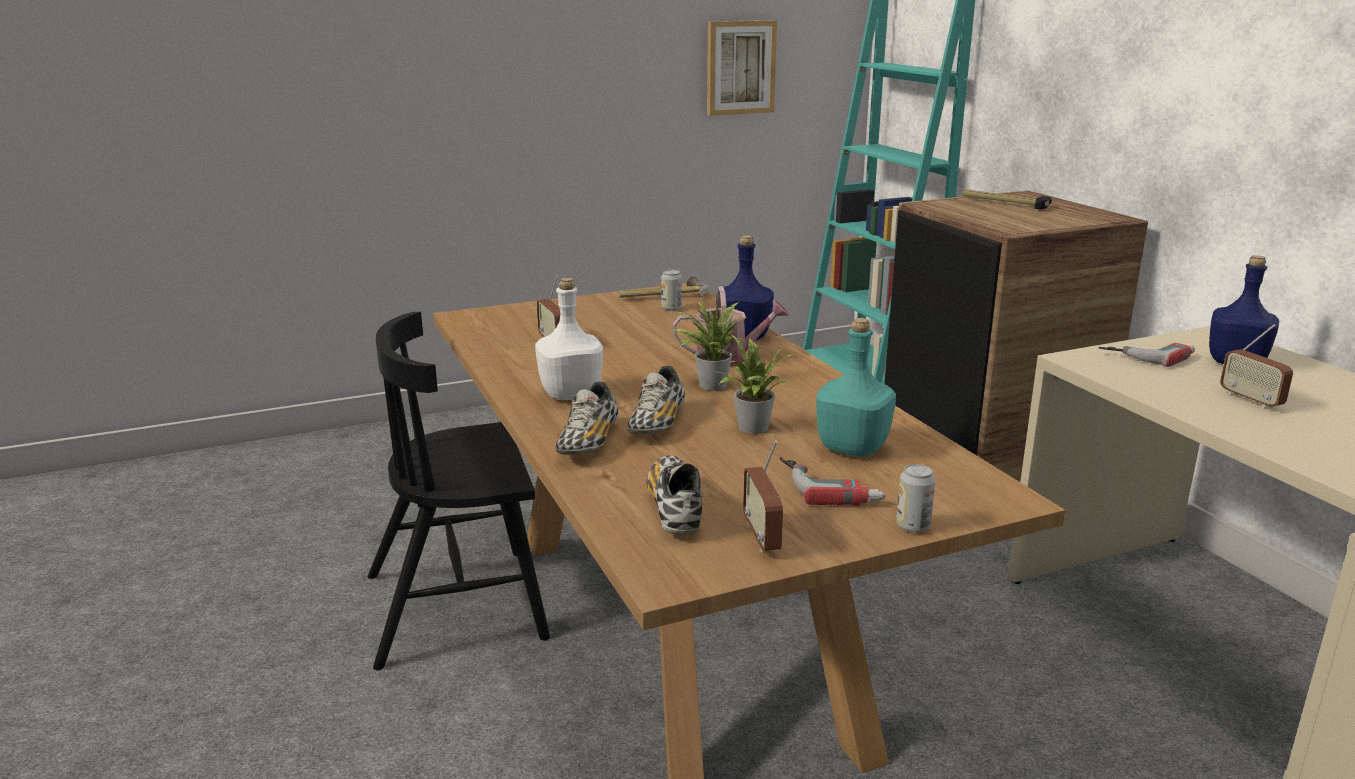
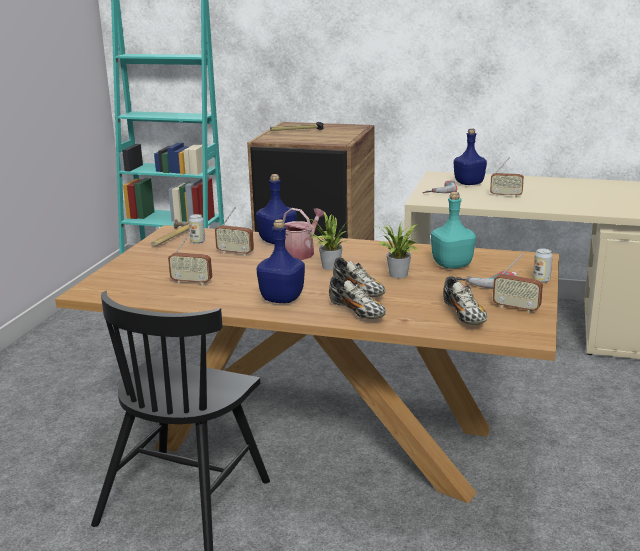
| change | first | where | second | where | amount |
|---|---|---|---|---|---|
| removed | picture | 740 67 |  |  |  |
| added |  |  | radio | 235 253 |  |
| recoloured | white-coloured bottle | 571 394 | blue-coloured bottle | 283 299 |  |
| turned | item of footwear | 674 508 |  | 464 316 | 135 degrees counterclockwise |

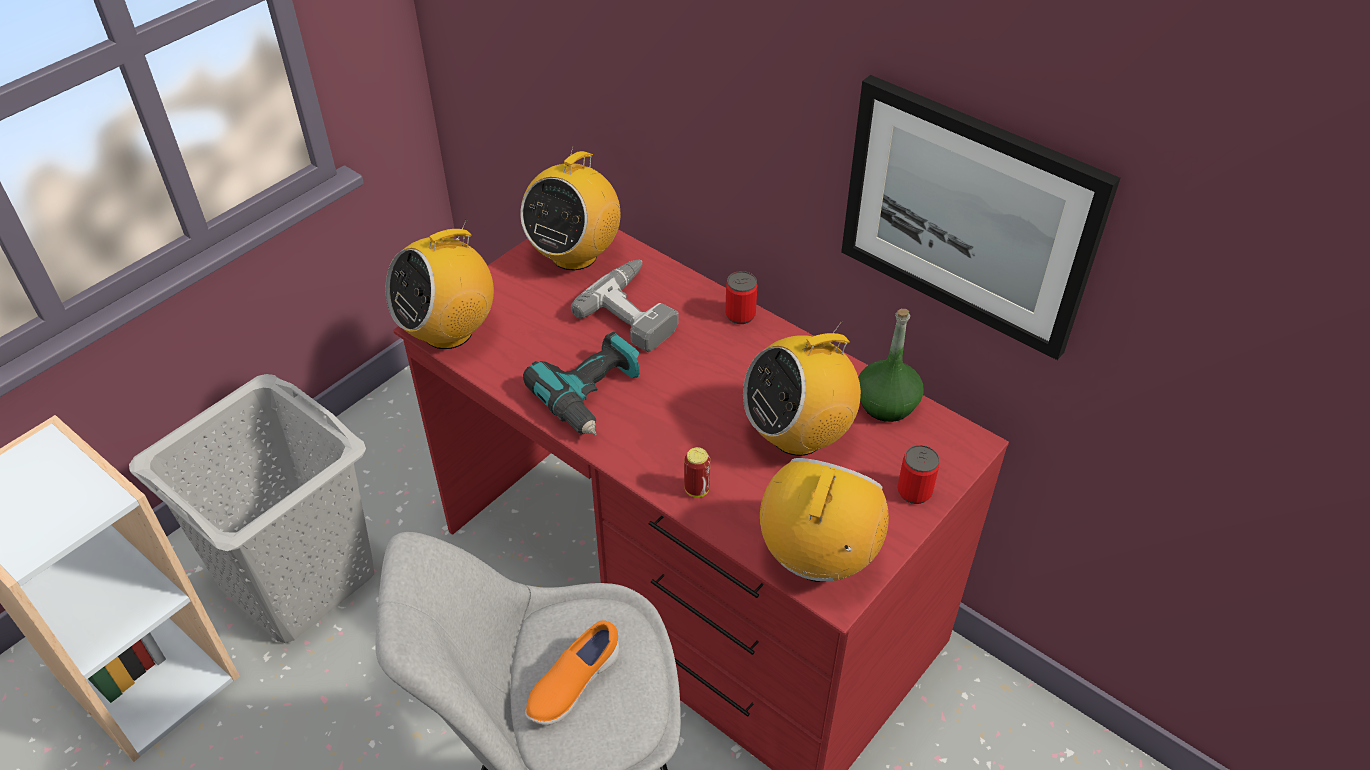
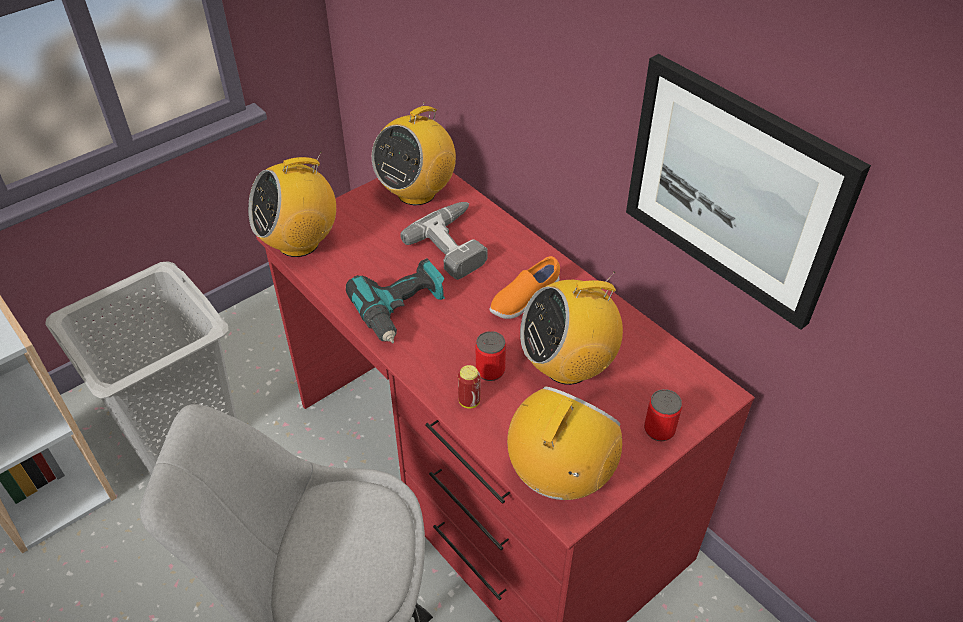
| change | first | where | second | where | amount |
|---|---|---|---|---|---|
| removed | green bottle | 886 404 |  |  |  |
| moved | orange-coloured item of footwear | 572 685 |  | 523 300 |  |
| moved | can | 740 315 |  | 490 371 |  |

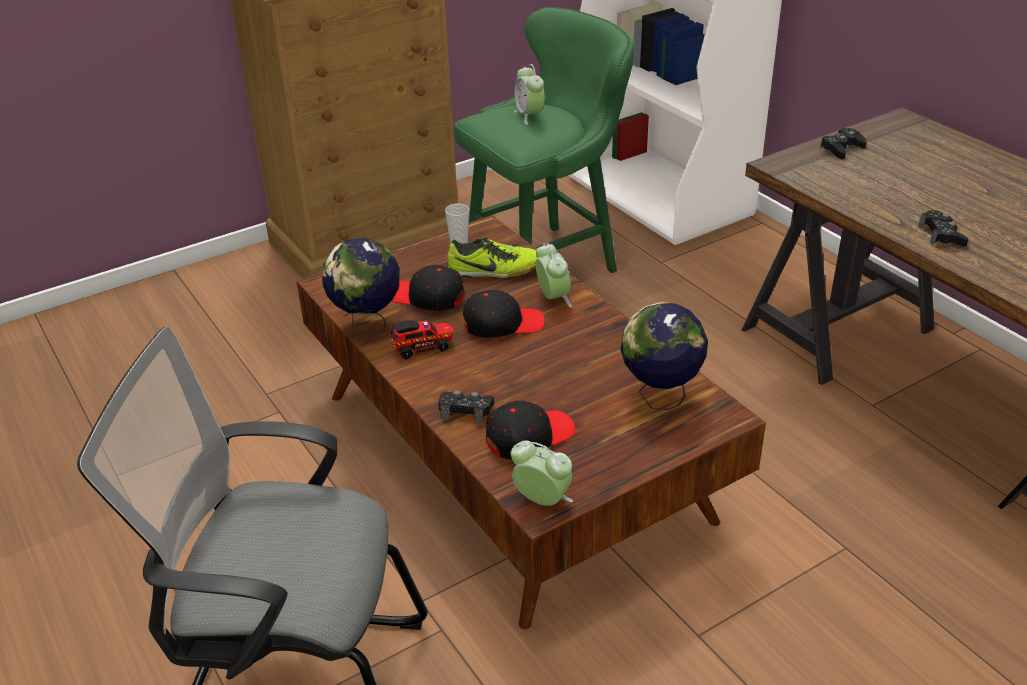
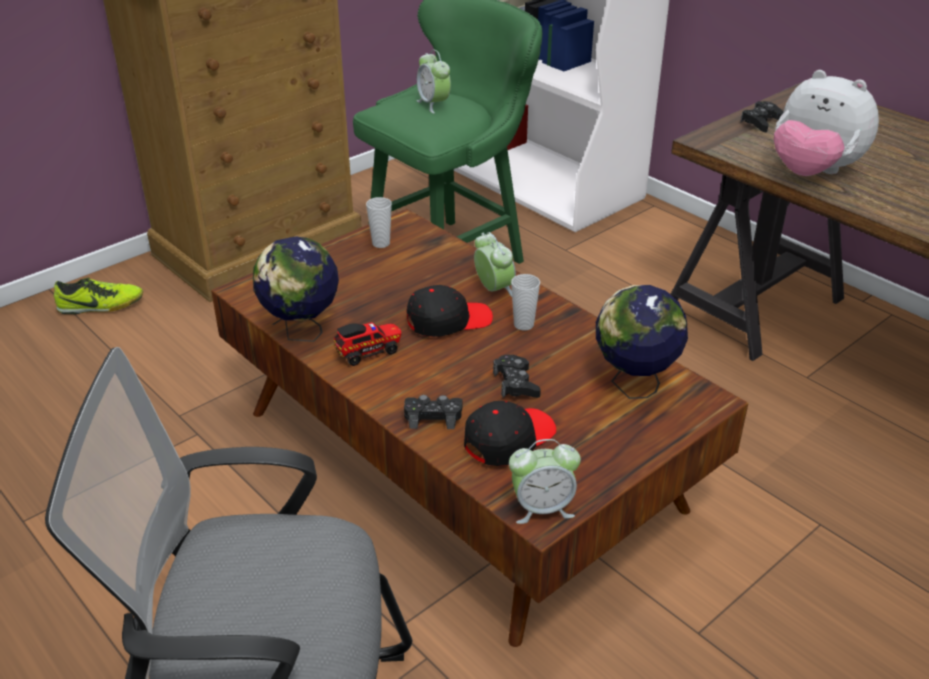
| change | first | where | second | where | amount |
|---|---|---|---|---|---|
| removed | blackish cap | 427 297 |  |  |  |
| added |  |  | small cup | 523 325 |  |
| added |  |  | cuddly toy | 813 172 |  |
| moved | item of footwear | 495 271 |  | 101 306 |  |
| moved | blackish game controller | 941 235 |  | 516 383 |  |
| turned | table clock | 542 501 |  | 542 508 | 150 degrees clockwise |

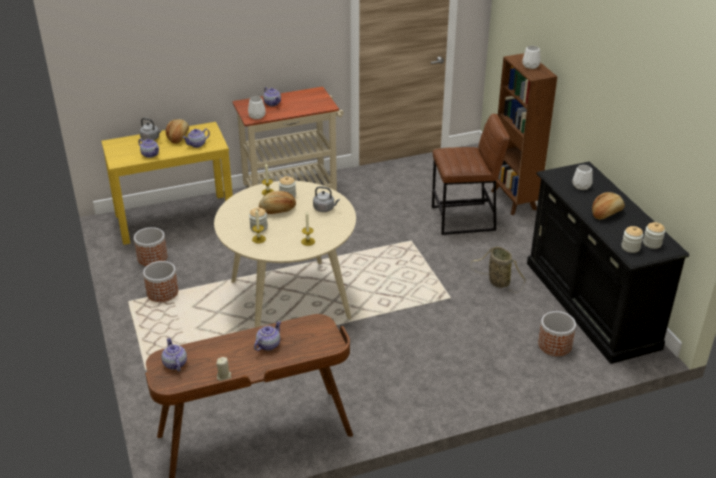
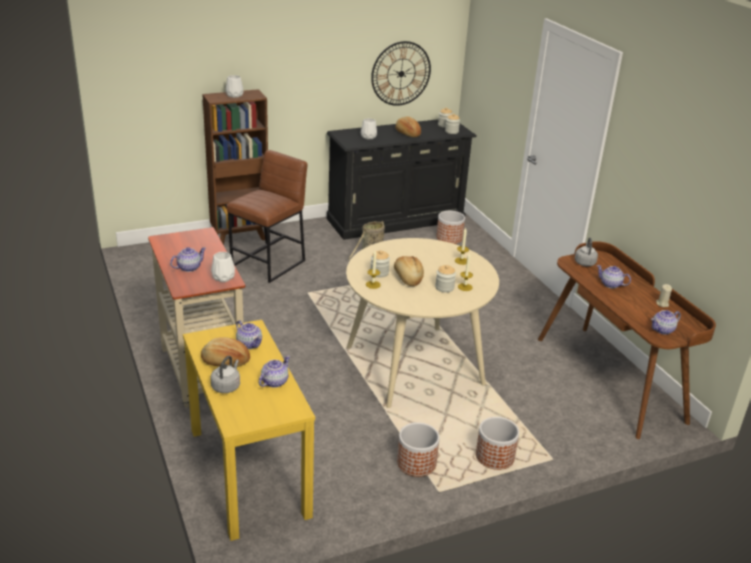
| change | first | where | second | where | amount |
|---|---|---|---|---|---|
| added |  |  | hanging clock | 401 73 |  |
| moved | flower pot | 152 257 |  | 494 457 |  |
| moved | gray tea kettle | 325 208 |  | 584 262 |  |
| turned | brown-coloured upright chair | 464 218 |  | 269 263 | 45 degrees clockwise |

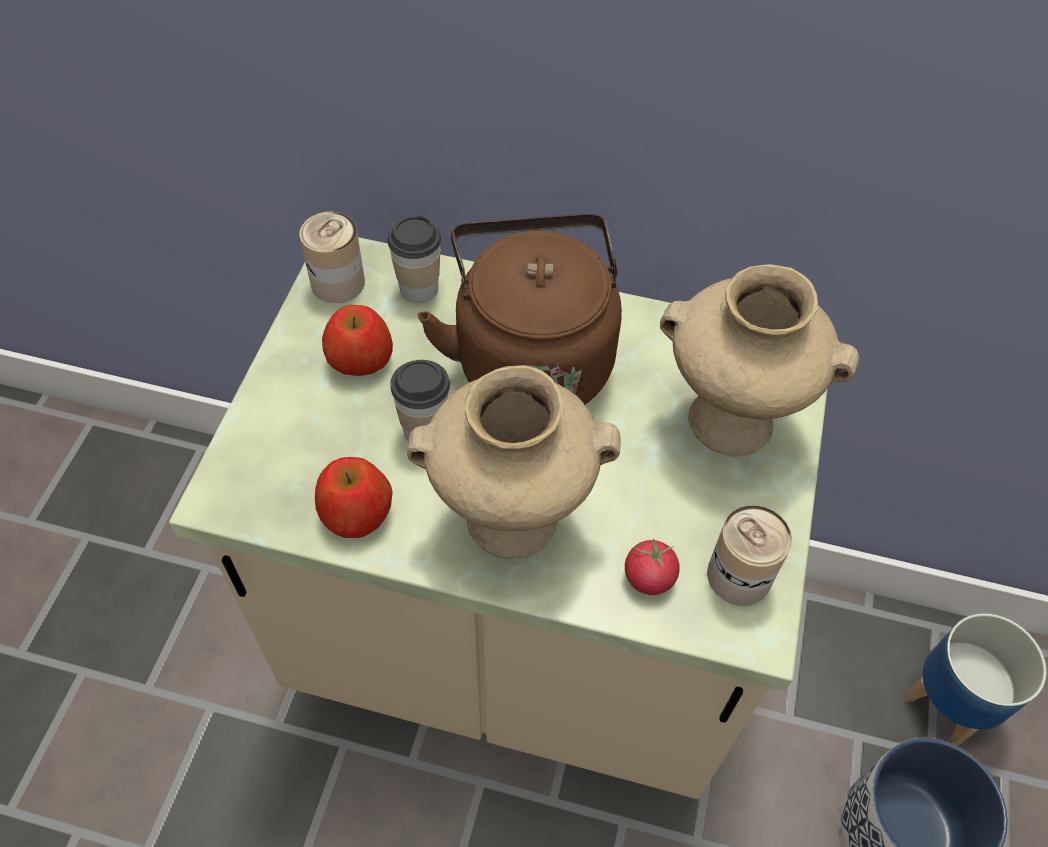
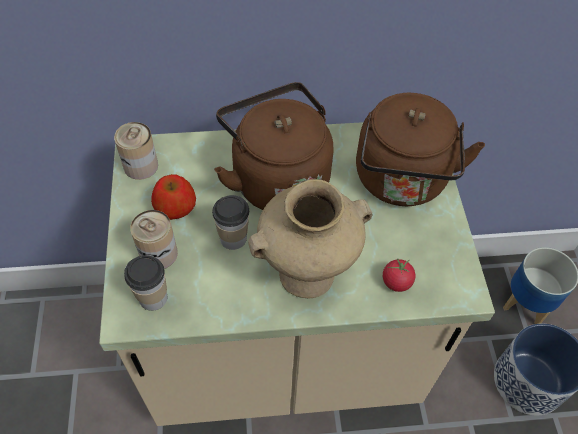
| change | first | where | second | where | amount |
|---|---|---|---|---|---|
| removed | apple fruit | 356 512 |  |  |  |
| moved | small cup | 419 288 |  | 153 298 |  |
| moved | can | 739 575 |  | 158 253 |  |
| replaced | beige flower vase | 728 423 | brown-coloured tea kettle | 401 182 |  |

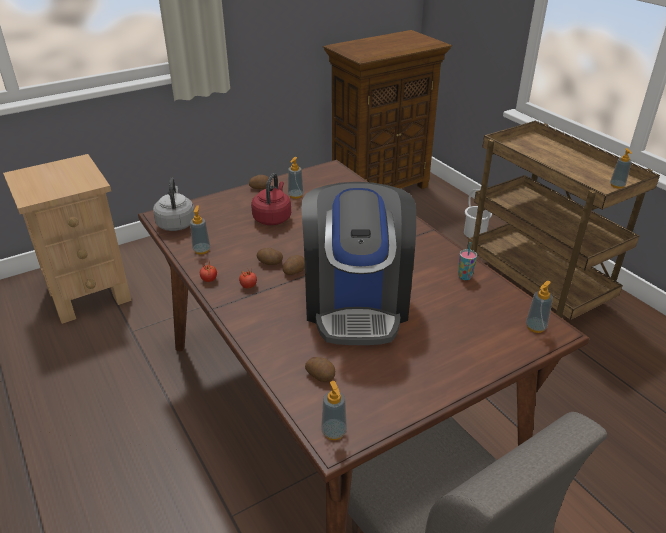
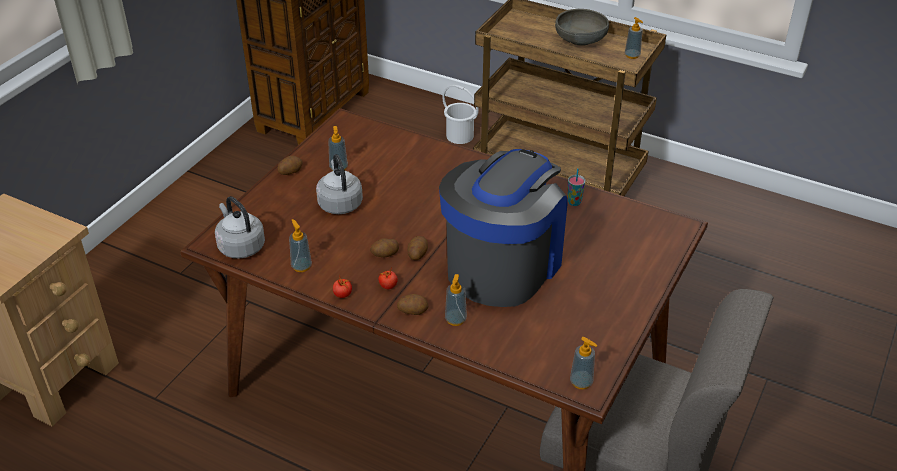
| change | first | where | second | where | amount |
|---|---|---|---|---|---|
| added |  |  | gray bowl | 580 40 |  |
| moved | whole potato | 321 375 |  | 413 310 |  |
| moved | soap bottle | 535 327 |  | 455 319 |  |
| recoloured | red tea kettle | 273 218 | gray tea kettle | 339 203 |  |
| turned | coffee brewer | 357 303 |  | 503 264 | 120 degrees counterclockwise |

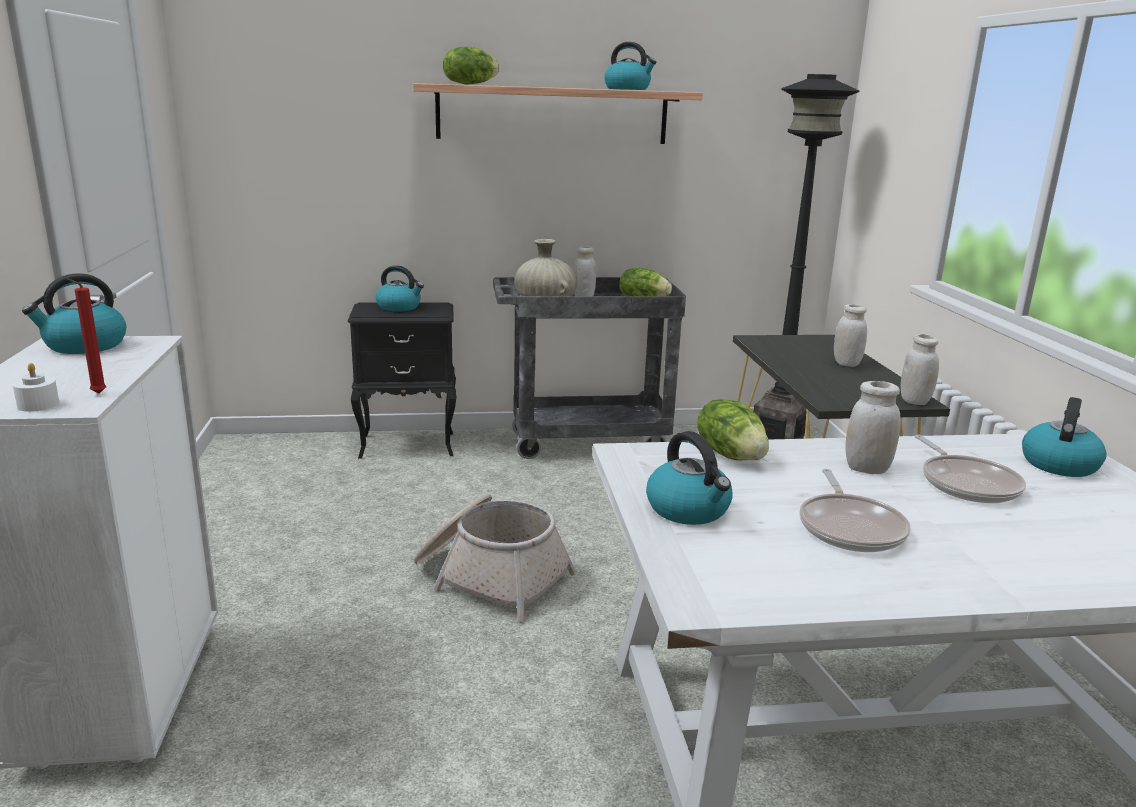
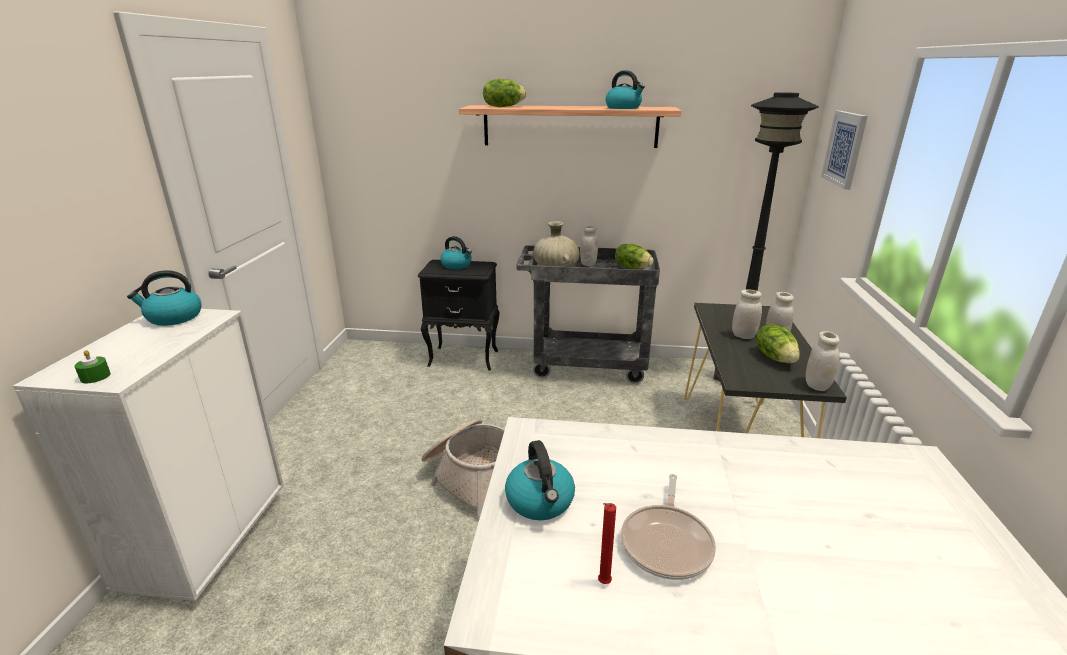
| change | first | where | second | where | amount |
|---|---|---|---|---|---|
| removed | pan | 966 483 |  |  |  |
| removed | tea kettle | 1058 464 |  |  |  |
| added |  |  | picture | 845 149 |  |
| moved | red candle | 96 394 |  | 602 583 |  |
| moved | head of lettuce | 731 455 |  | 775 357 |  |
| moved | white-coloured preserve jar | 867 469 |  | 743 336 |  |
| recoloured | white-coloured candle | 38 405 | green candle | 95 377 |  |

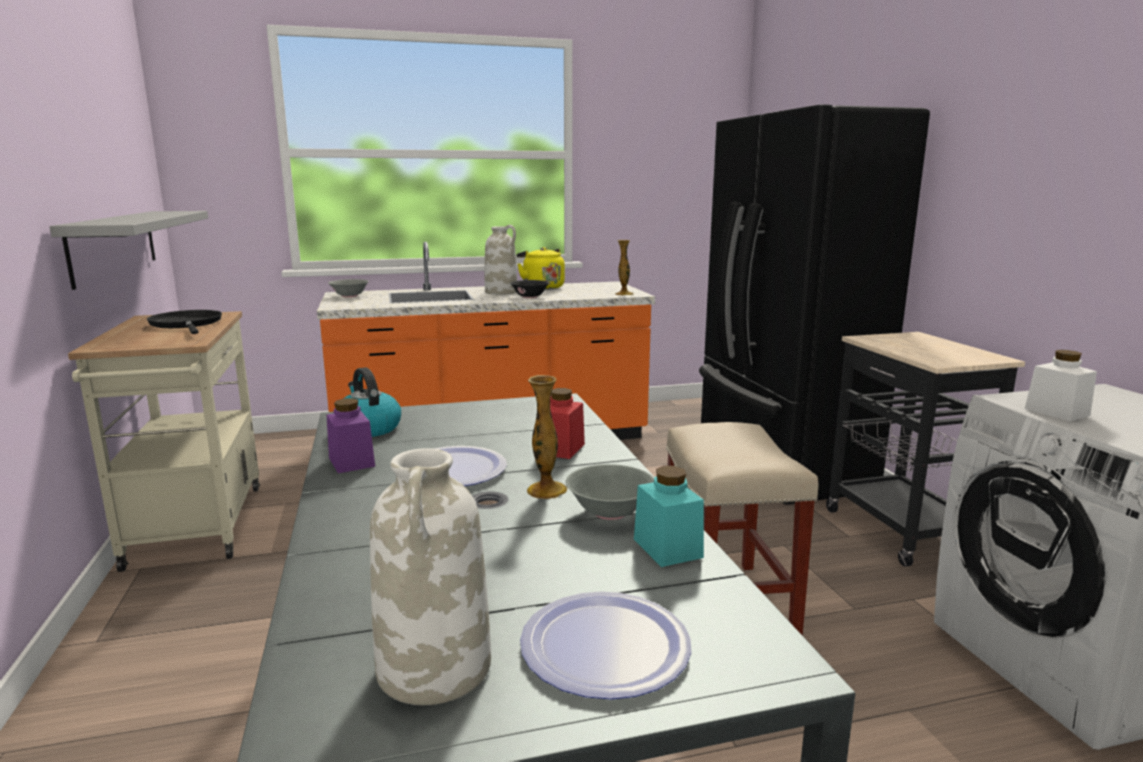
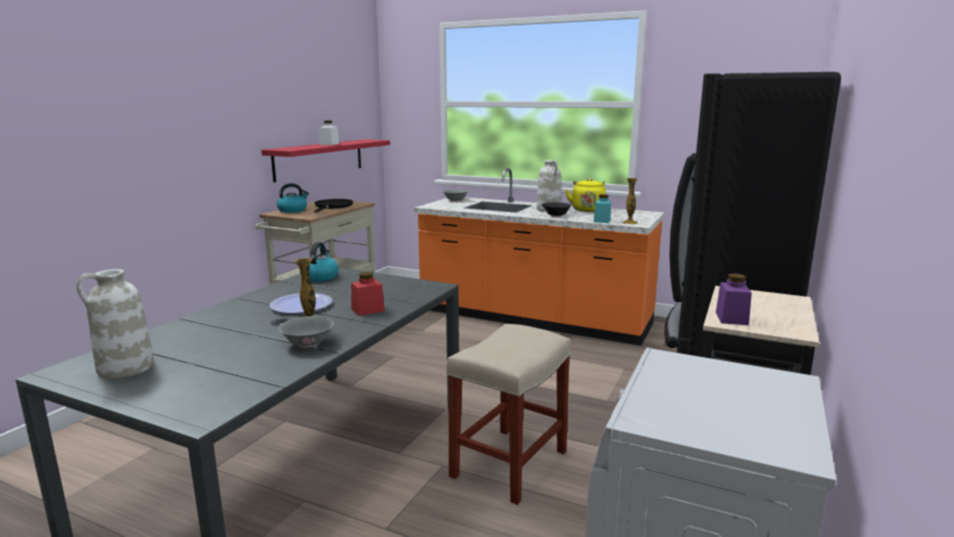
| change | first | where | second | where | amount |
|---|---|---|---|---|---|
| removed | flat dish | 605 646 |  |  |  |
| added |  |  | tea kettle | 293 210 |  |
| moved | purple preserve jar | 351 462 |  | 731 318 |  |
| moved | turquoise preserve jar | 667 548 |  | 602 221 |  |
| moved | white-coloured preserve jar | 1056 412 |  | 329 144 |  |
| recoloured | gray shelf | 114 245 | red shelf | 319 159 |  |

